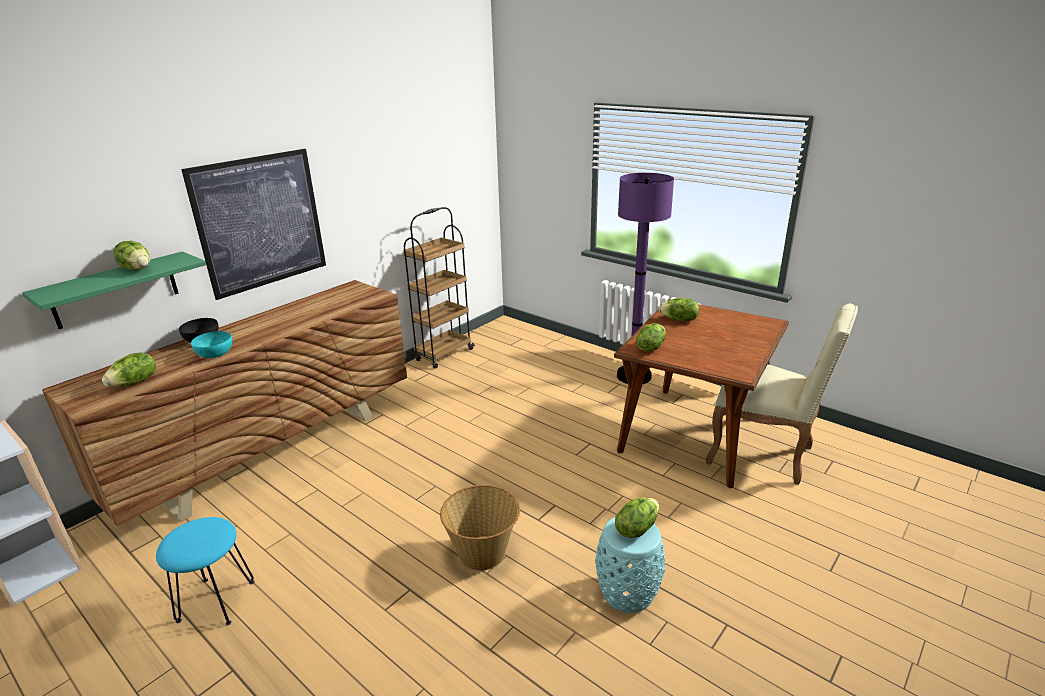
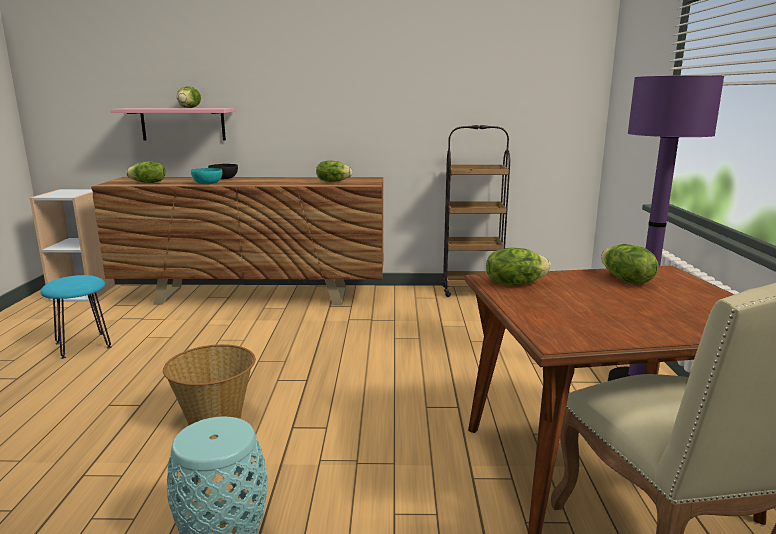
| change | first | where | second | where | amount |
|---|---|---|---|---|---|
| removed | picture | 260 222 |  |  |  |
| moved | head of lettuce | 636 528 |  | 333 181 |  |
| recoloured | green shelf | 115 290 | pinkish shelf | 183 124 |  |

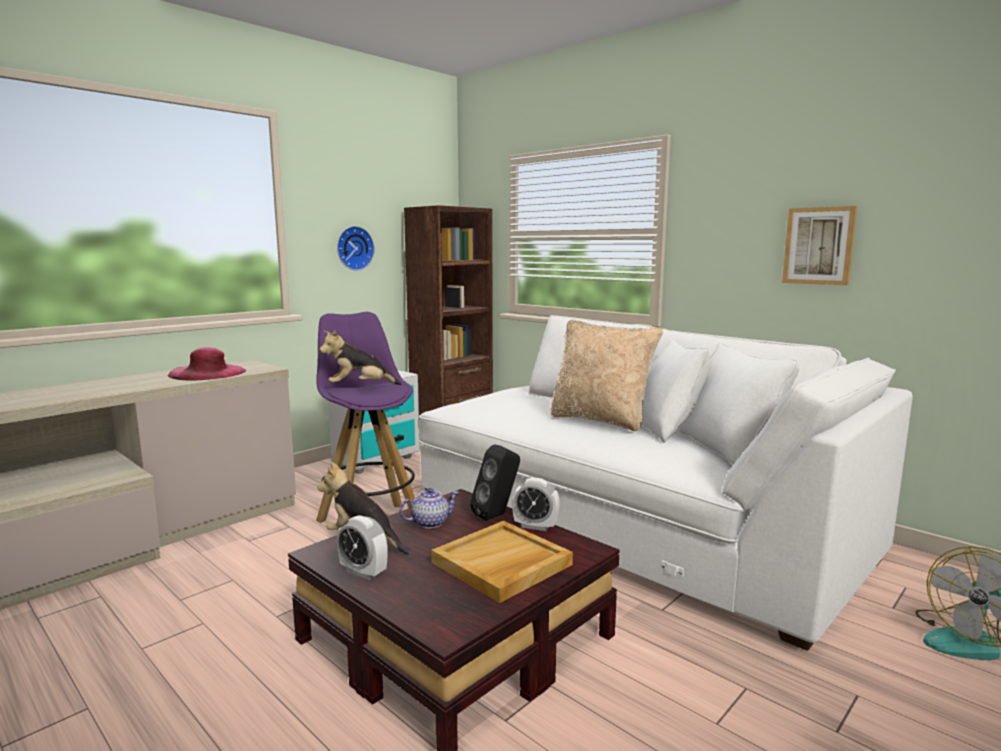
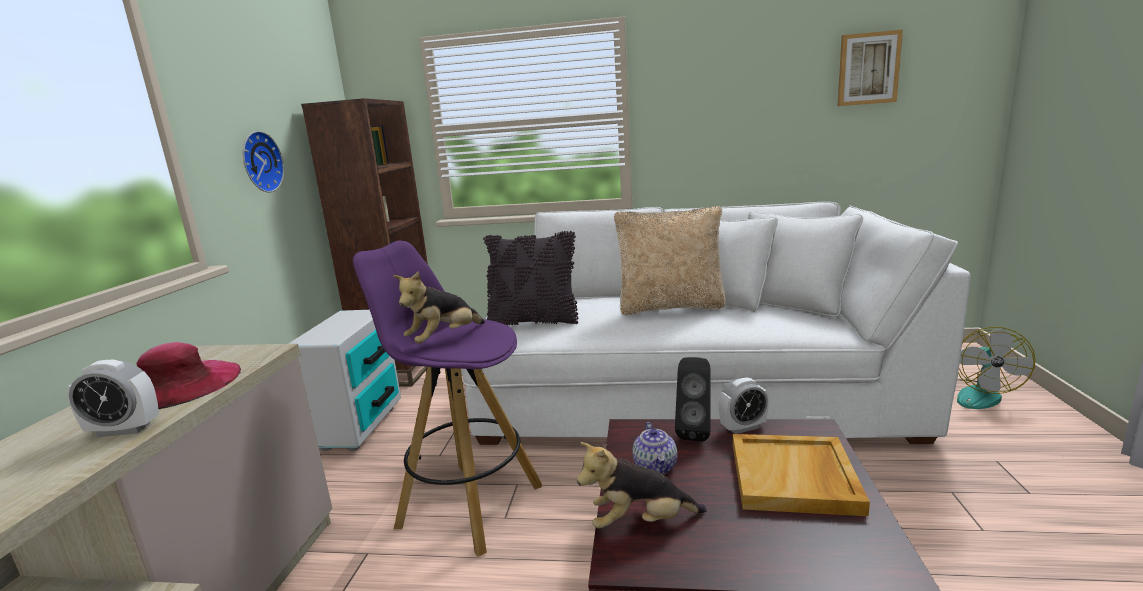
| change | first | where | second | where | amount |
|---|---|---|---|---|---|
| added |  |  | blackish pillow | 534 321 |  |
| moved | table clock | 363 572 |  | 124 430 |  |
| moved | picture | 819 246 |  | 868 69 |  |
| turned | pot for tea | 430 522 |  | 656 467 | 150 degrees clockwise |

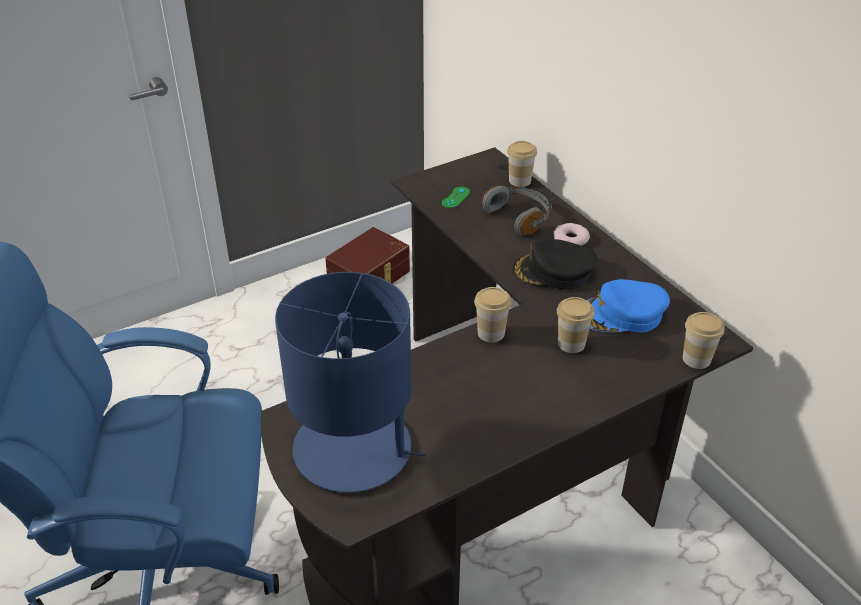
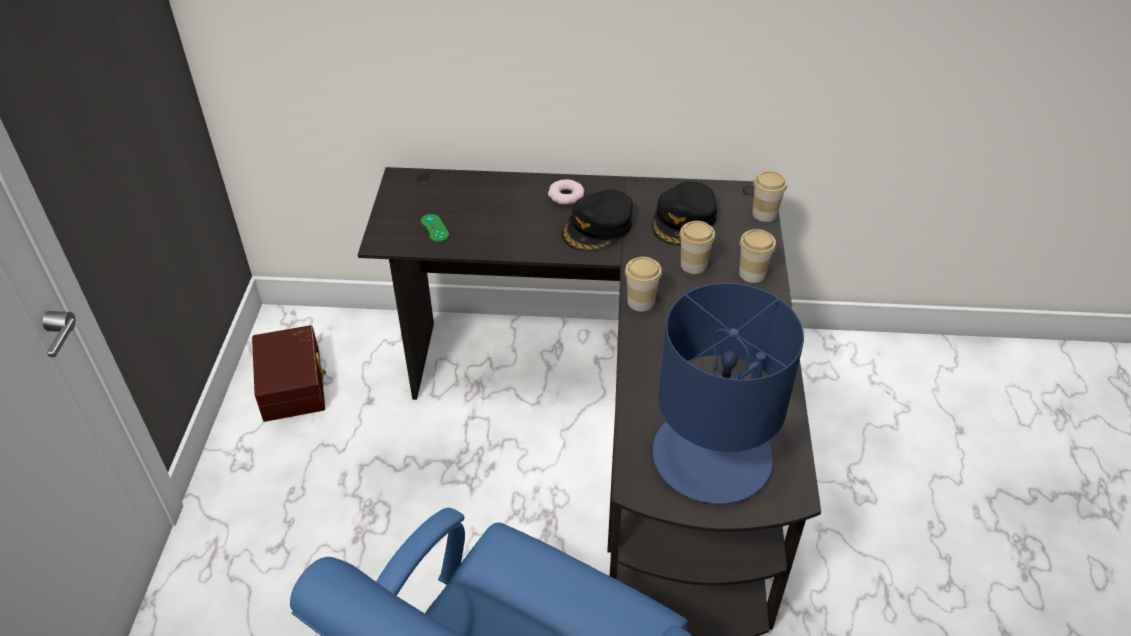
| change | first | where | second | where | amount |
|---|---|---|---|---|---|
| removed | gray pair of headphones | 519 217 |  |  |  |
| moved | small cup | 520 180 |  | 752 274 |  |
| recoloured | blue-coloured cap | 623 314 | blackish cap | 684 220 |  |

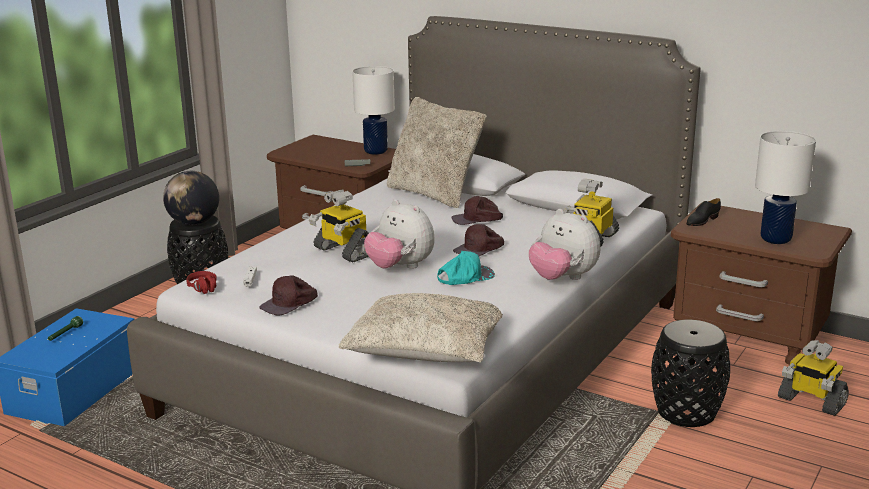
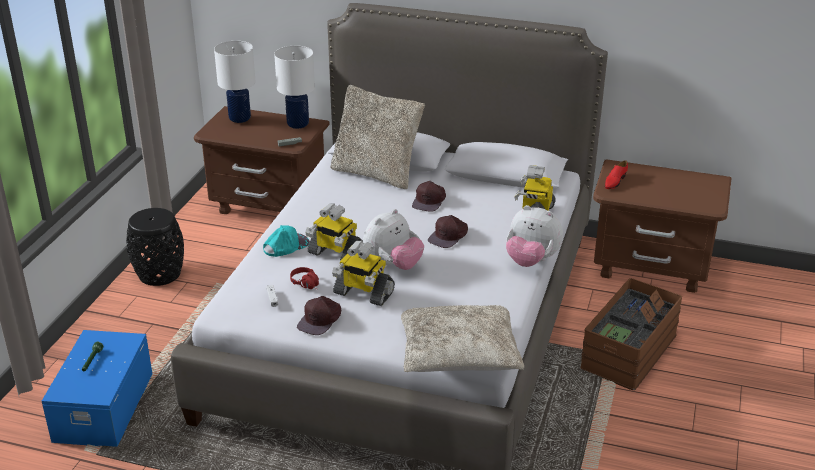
| change | first | where | second | where | amount |
|---|---|---|---|---|---|
| removed | desk globe | 193 223 |  |  |  |
| moved | red pair of headphones | 205 290 |  | 308 284 |  |
| moved | turquoise cap | 465 276 |  | 286 246 |  |
| moved | white-coloured table lamp | 776 241 |  | 240 120 |  |
| moved | model robot | 811 401 |  | 363 293 |  |
| replaced | blackish sitting stool | 686 412 | brown-coloured storage bin | 628 350 |  |
| recoloured | blackish item of footwear | 702 221 | red item of footwear | 614 181 |  |
| turned | cuddly toy | 400 267 |  | 392 266 | 75 degrees counterclockwise |
| turned | brown-coloured cap | 477 219 |  | 430 200 | 45 degrees counterclockwise |

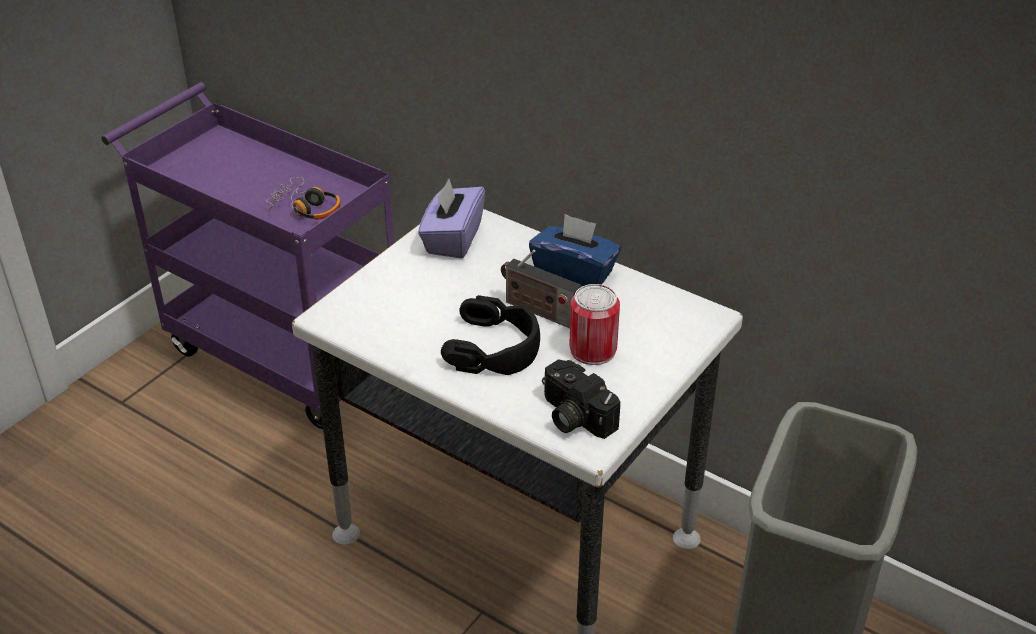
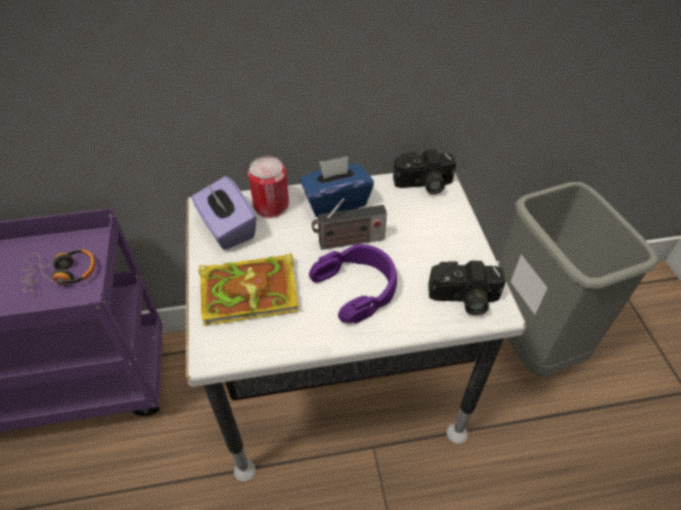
| change | first | where | second | where | amount |
|---|---|---|---|---|---|
| added |  |  | bound book | 252 291 |  |
| added |  |  | photo camera | 423 185 |  |
| moved | can | 593 350 |  | 271 205 |  |
| recoloured | blackish pair of headphones | 494 348 | purple pair of headphones | 357 288 |  |

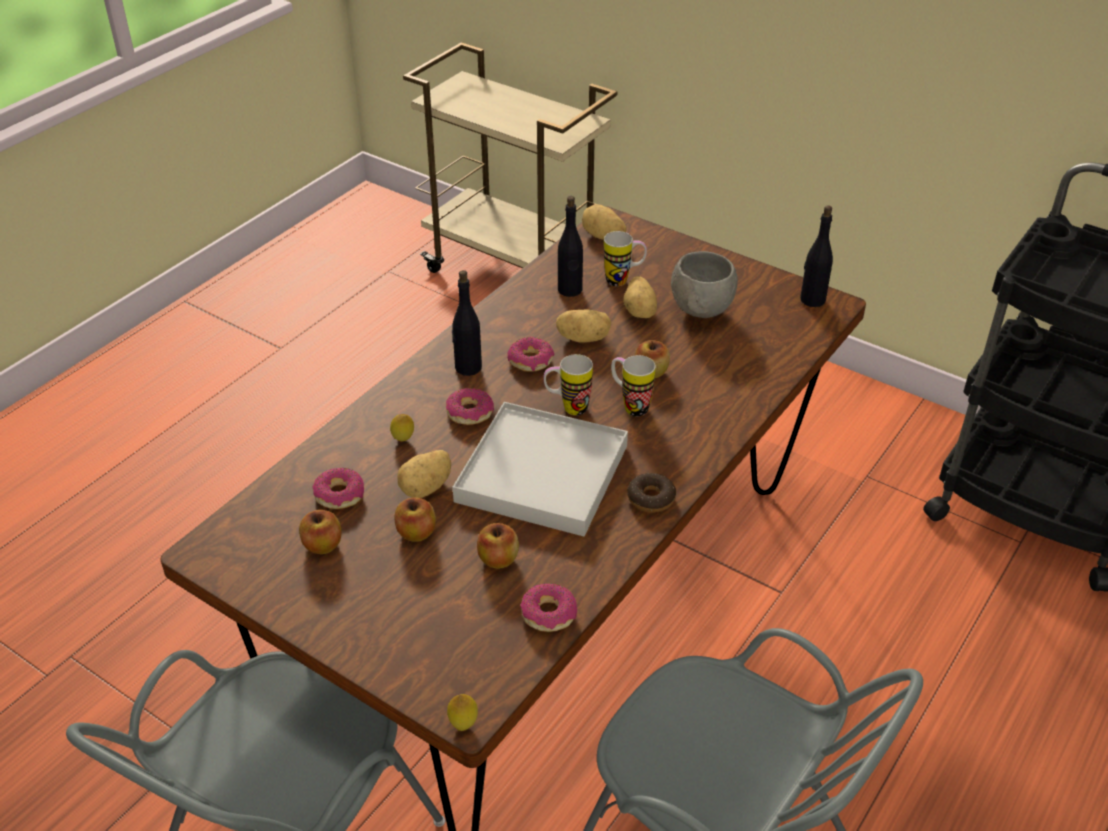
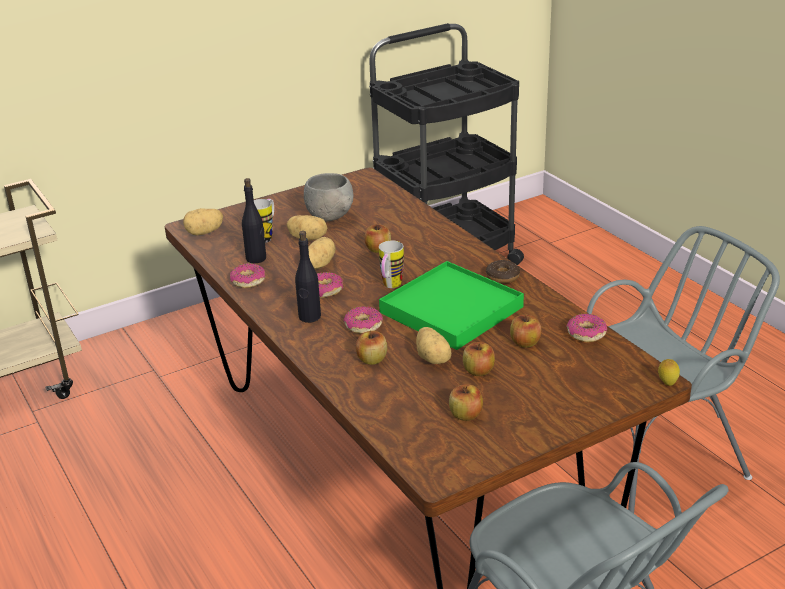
| change | first | where | second | where | amount |
|---|---|---|---|---|---|
| removed | tea mug | 630 405 |  |  |  |
| removed | blackish bottle | 812 300 |  |  |  |
| moved | ring doughnut | 339 494 |  | 248 281 |  |
| replaced | lemon | 403 440 | apple fruit | 372 359 |  |
| recoloured | white-coloured carrying tray | 543 473 | green carrying tray | 451 309 |  |

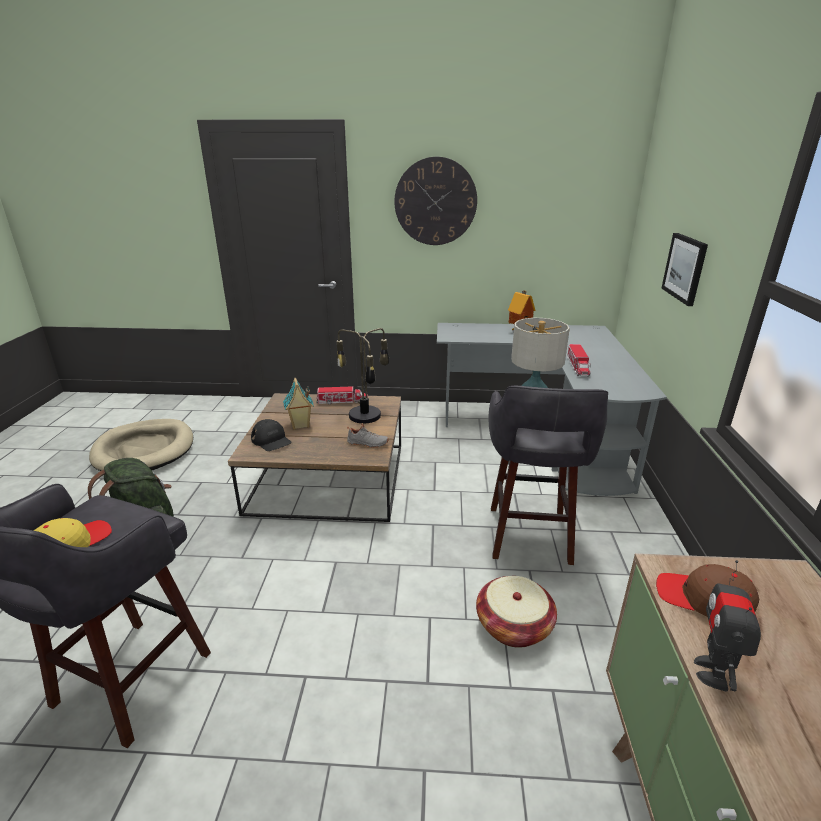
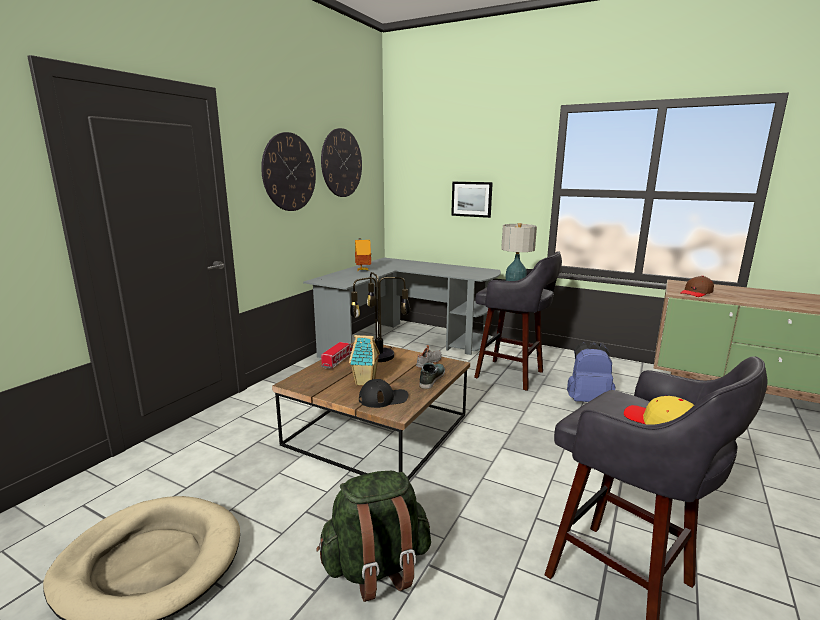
| change | first | where | second | where | amount |
|---|---|---|---|---|---|
| removed | toy truck | 578 367 |  |  |  |
| removed | model robot | 712 672 |  |  |  |
| added |  |  | hanging clock | 341 163 |  |
| added |  |  | item of footwear | 431 378 |  |
| replaced | storage basket | 513 626 | blue-coloured backpack | 587 400 |  |

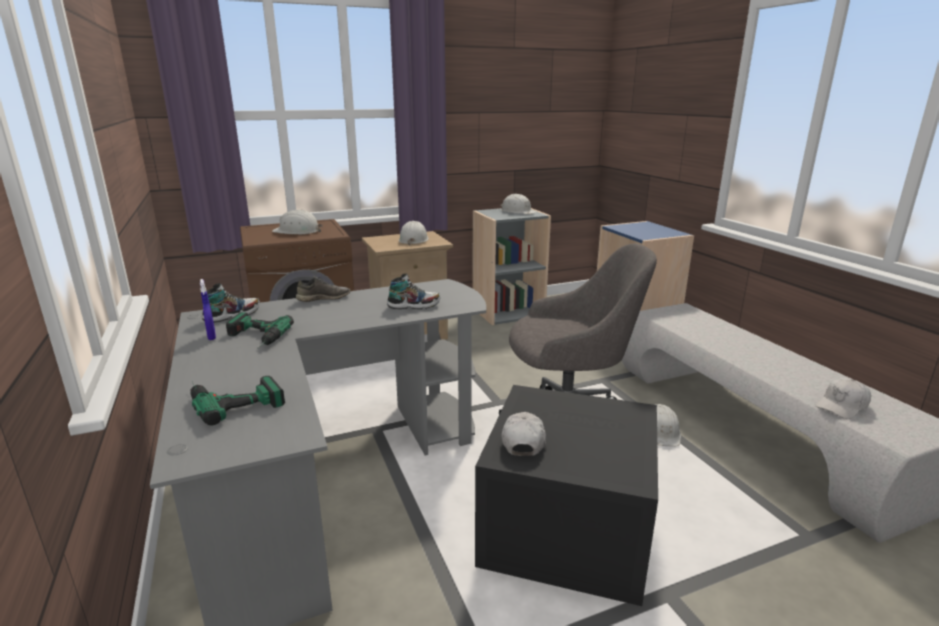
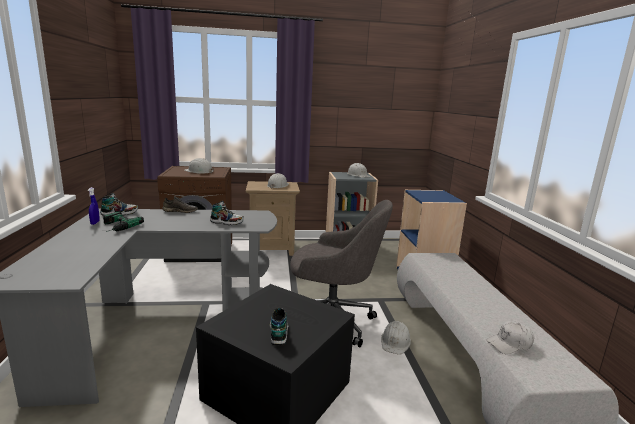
| change | first | where | second | where | amount |
|---|---|---|---|---|---|
| removed | electric drill | 233 398 |  |  |  |
| removed | white-coloured cap | 523 440 |  |  |  |
| added |  |  | item of footwear | 278 332 |  |

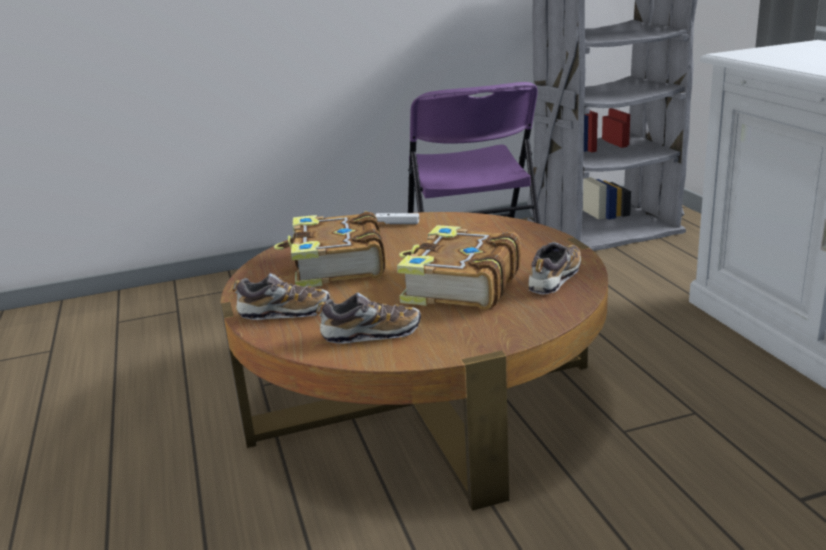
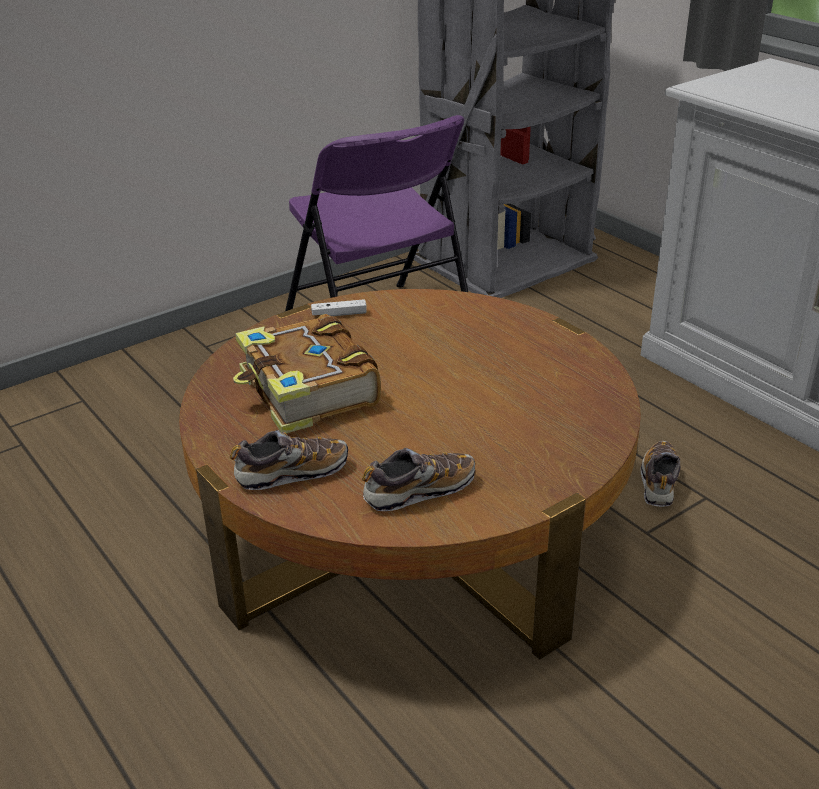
| change | first | where | second | where | amount |
|---|---|---|---|---|---|
| removed | bound book | 459 286 |  |  |  |
| moved | item of footwear | 554 279 |  | 659 482 |  |

